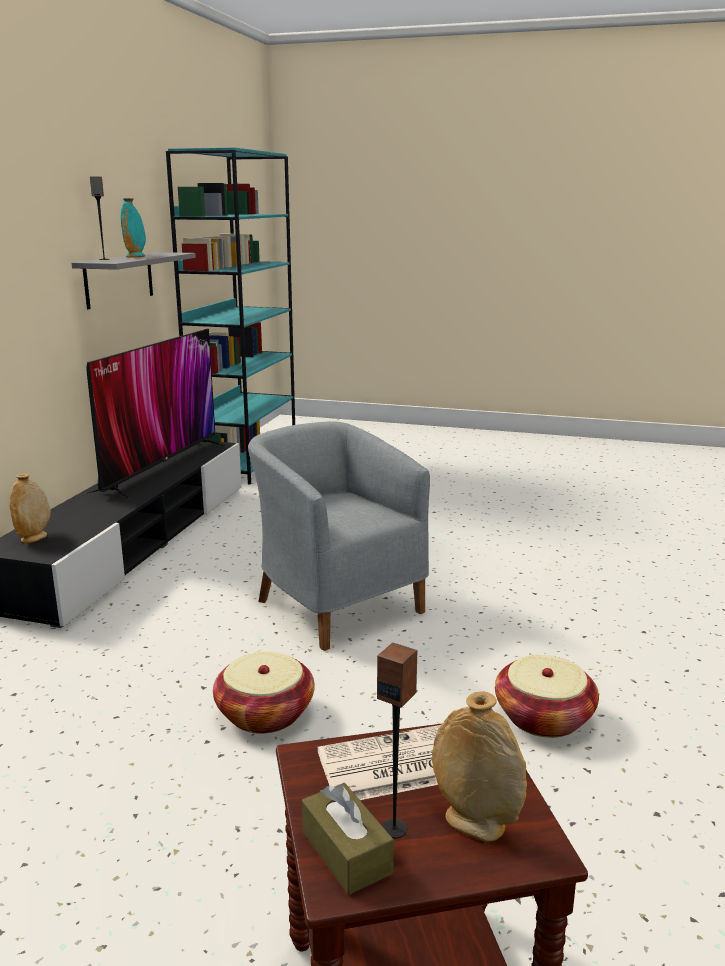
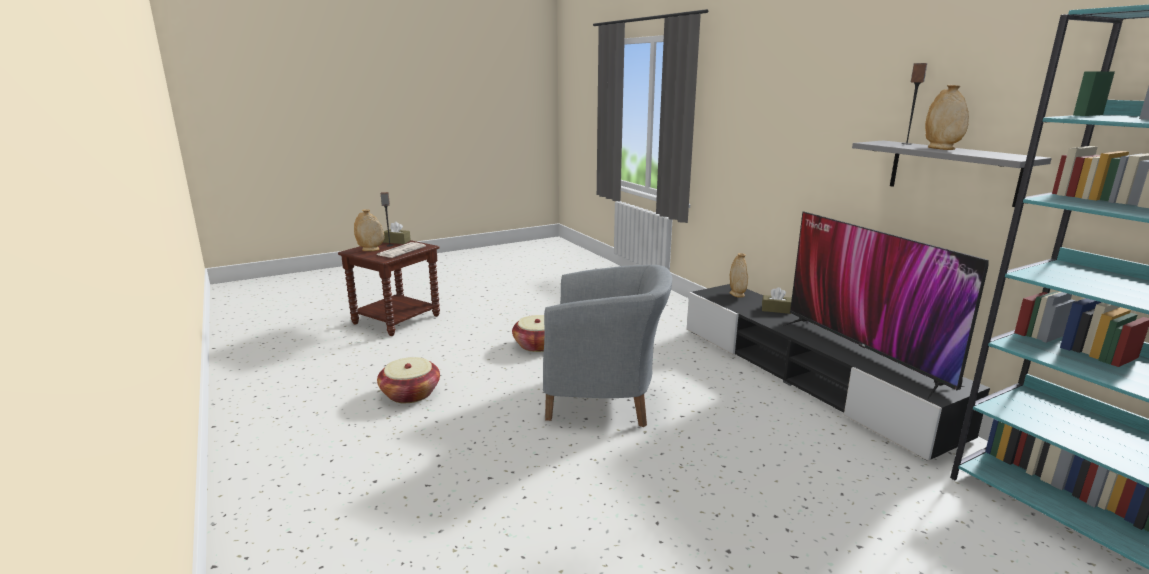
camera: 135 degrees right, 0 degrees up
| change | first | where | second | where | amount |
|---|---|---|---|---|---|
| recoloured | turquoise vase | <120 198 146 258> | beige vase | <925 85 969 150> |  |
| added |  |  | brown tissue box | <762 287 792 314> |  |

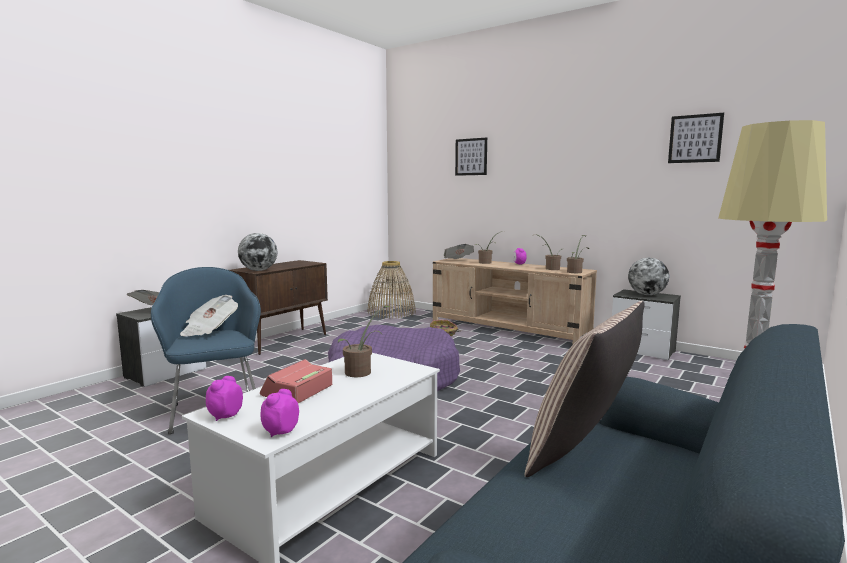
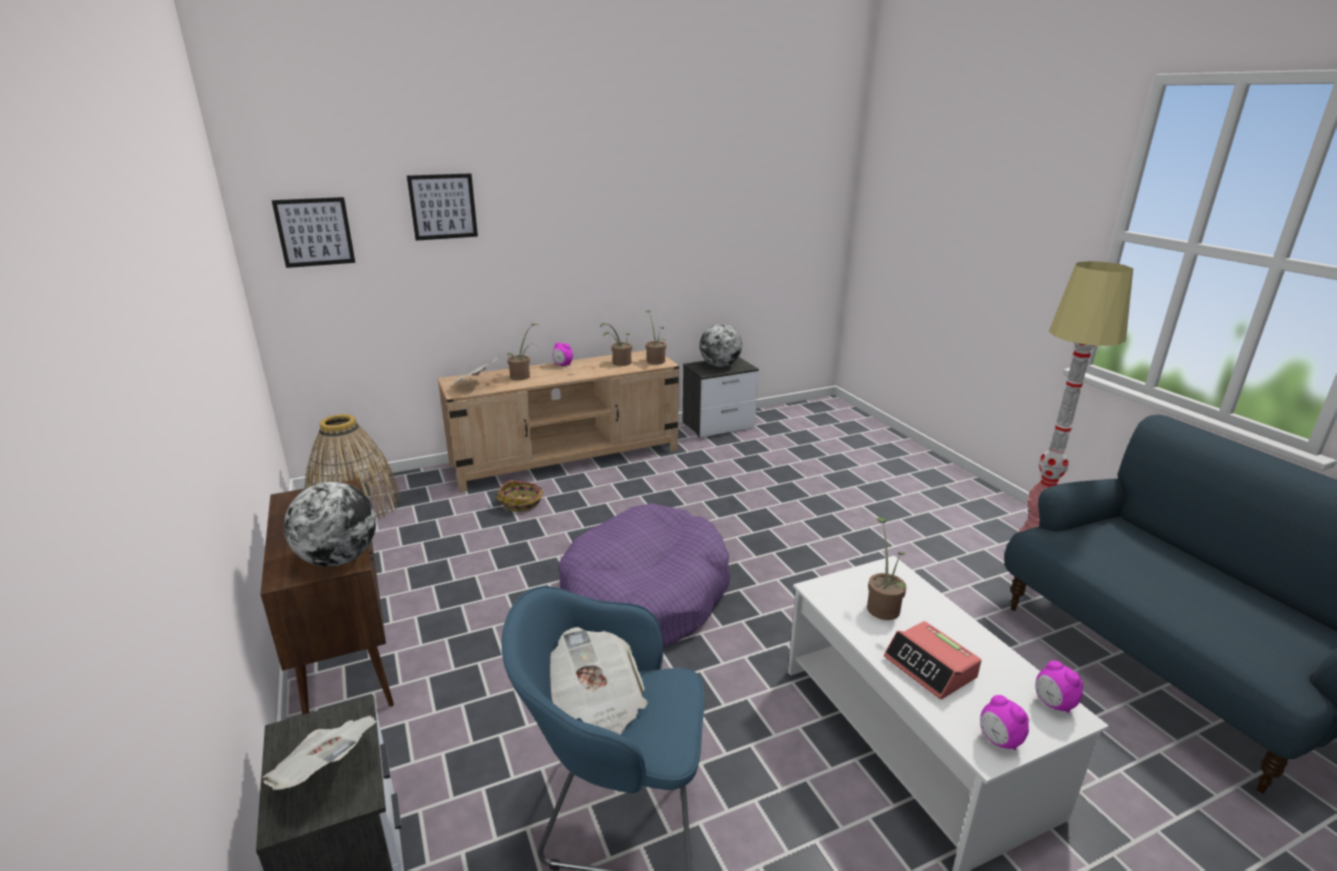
camera: 60 degrees left, 15 degrees up
| change | first | where | second | where | amount |
|---|---|---|---|---|---|
| removed | pillow | <525 301 645 477> |  |  |  |
| moved | picture | <668 113 724 163> |  | <272 197 355 268> |  |

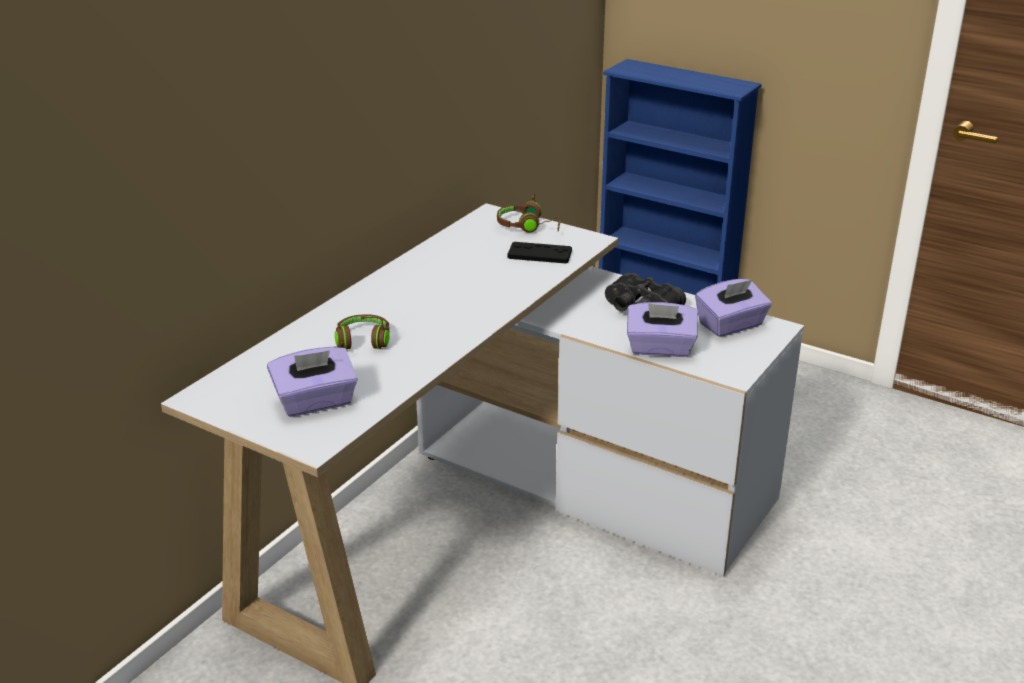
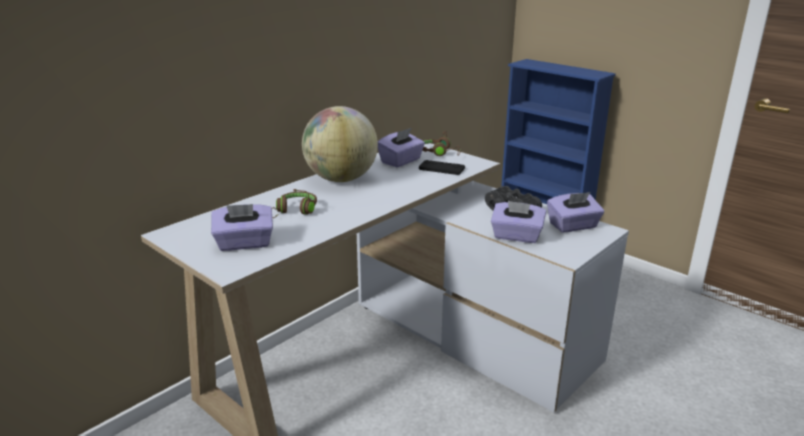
camera: 10 degrees right, 5 degrees down
| change | first | where | second | where | amount |
|---|---|---|---|---|---|
| added |  |  | globe | <302 106 378 182> |  |
| added |  |  | purple tissue box | <378 128 425 167> |  |

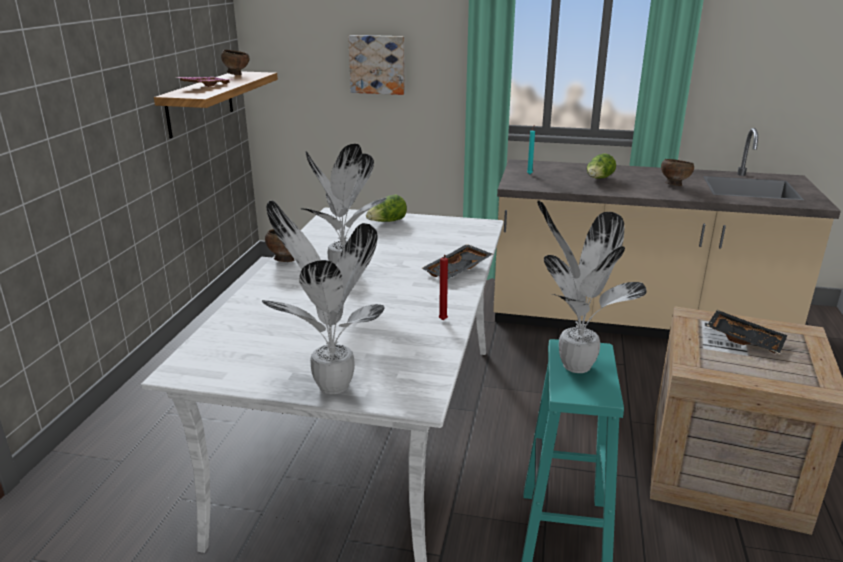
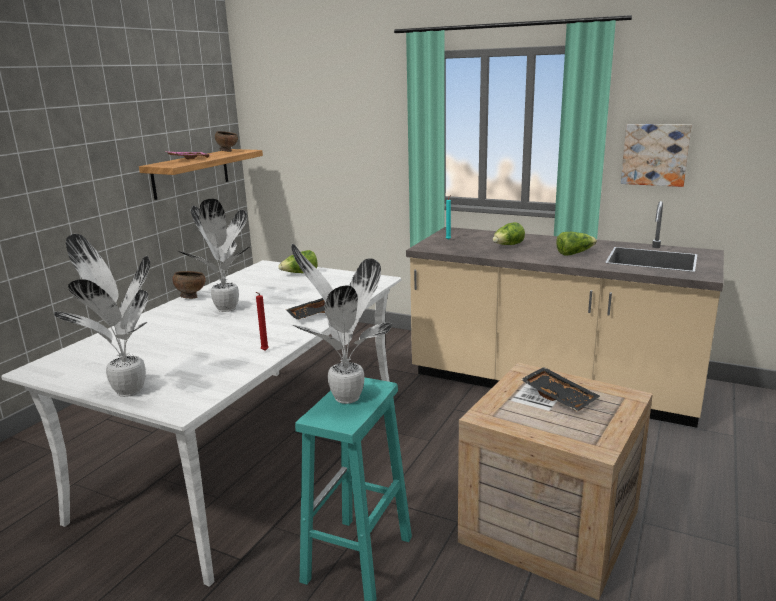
camera: 15 degrees right, 5 degrees down
| change | first | where | second | where | amount |
|---|---|---|---|---|---|
| moved | picture | <348 35 405 95> |  | <621 124 692 187> |  |
| replaced | brown bowl | <661 159 694 186> | lettuce | <556 232 597 255> |  |

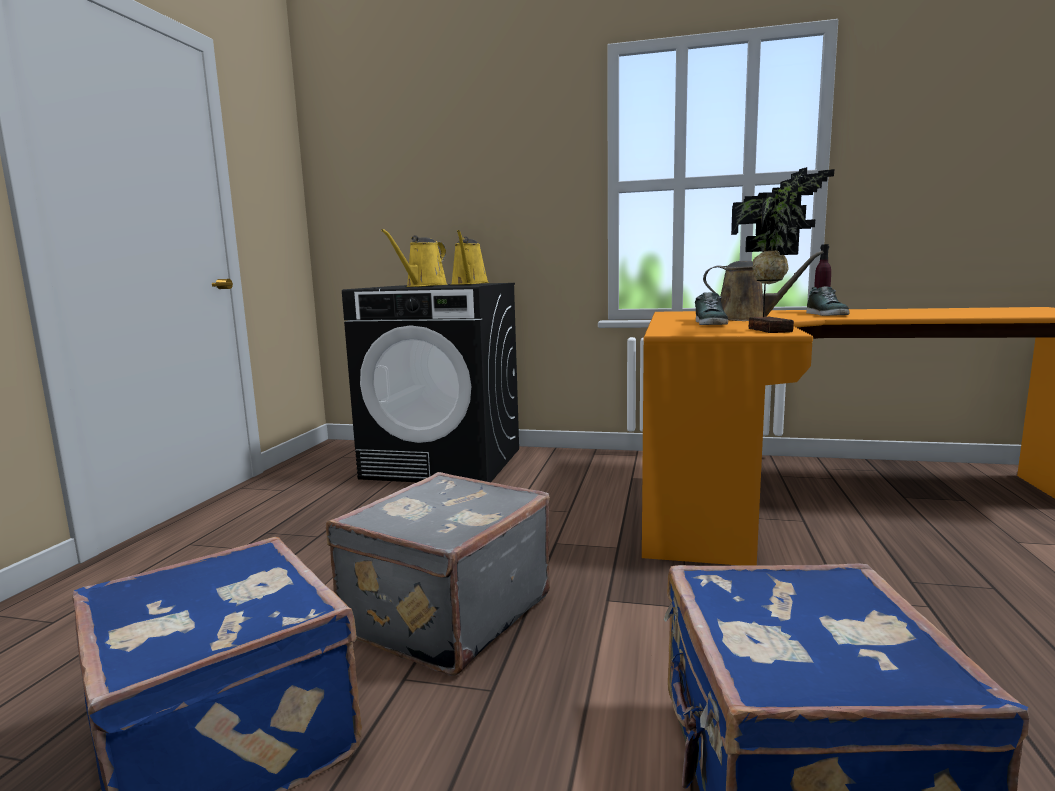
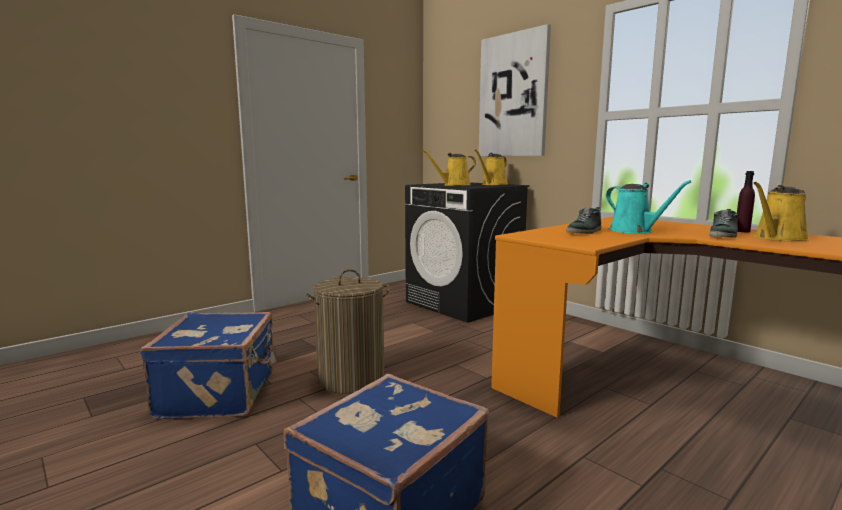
camera: 35 degrees right, 0 degrees up
| change | first | where | second | where | amount |
|---|---|---|---|---|---|
| replaced | grey suitcase | <326 472 550 676> | laundry basket | <305 269 390 394> |  |
| recoloured | brown watering can | <703 251 824 321> | turquoise watering can | <606 180 691 234> |  |
| removed | potted plant | <731 167 834 333> |  |  |  |
| added |  |  | picture | <479 24 551 156> |  |
| added |  |  | yellow watering can | <753 182 809 241> |  |

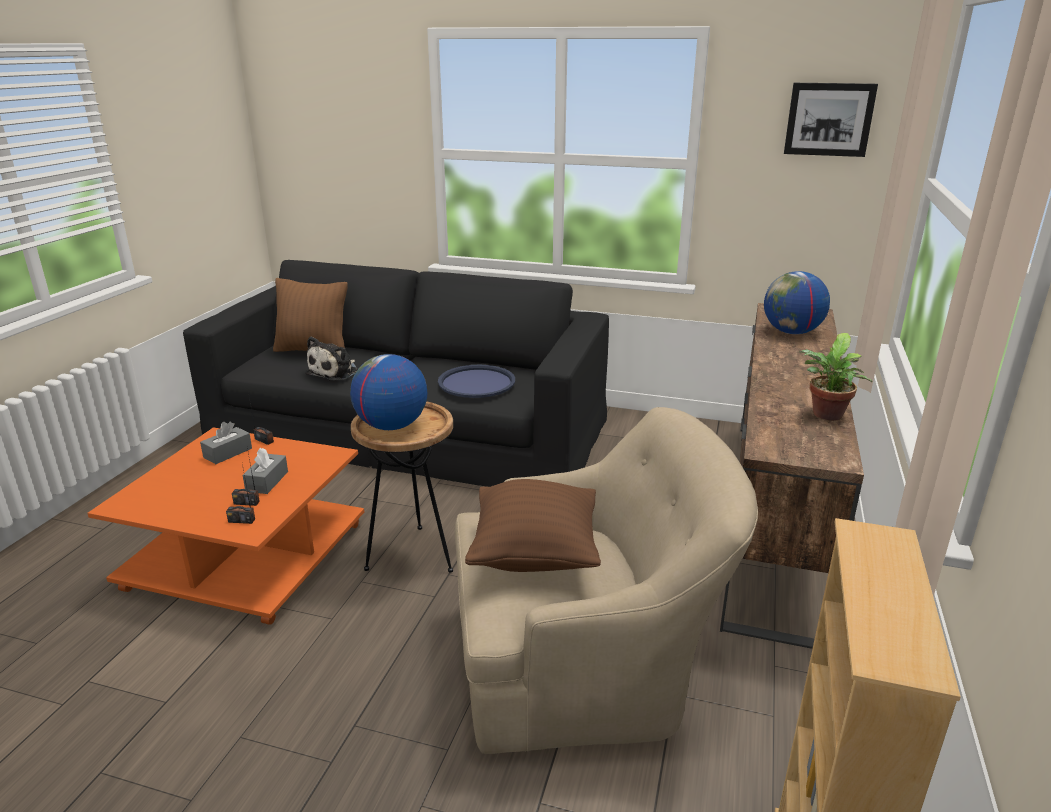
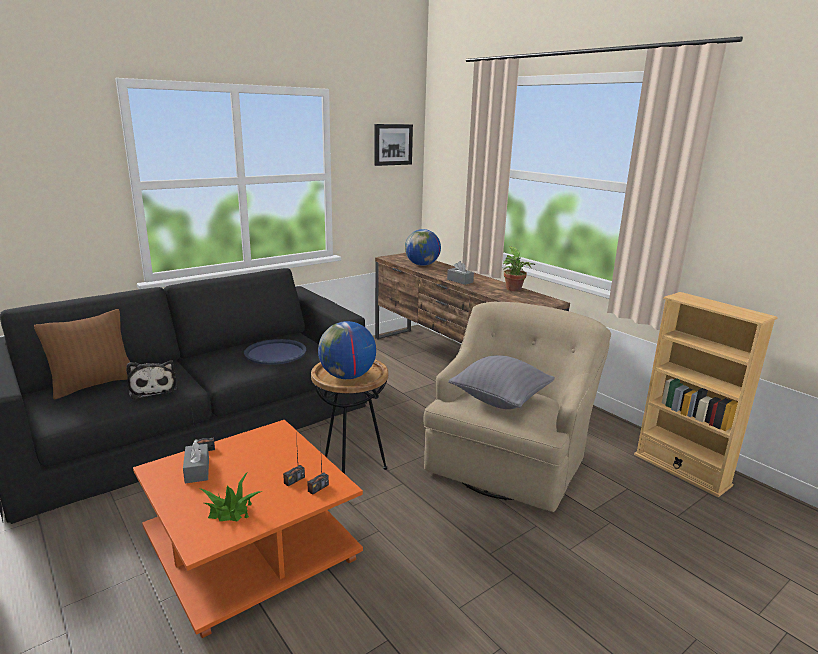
camera: 55 degrees left, 5 degrees down
| change | first | where | second | where | amount |
|---|---|---|---|---|---|
| moved | grey tissue box | <243 447 288 494> |  | <447 261 474 285> |  |
| recoloured | brown pillow | <465 479 601 572> | grey pillow | <448 355 555 409> |  |
| added |  |  | potted plant | <201 472 262 522> |  |

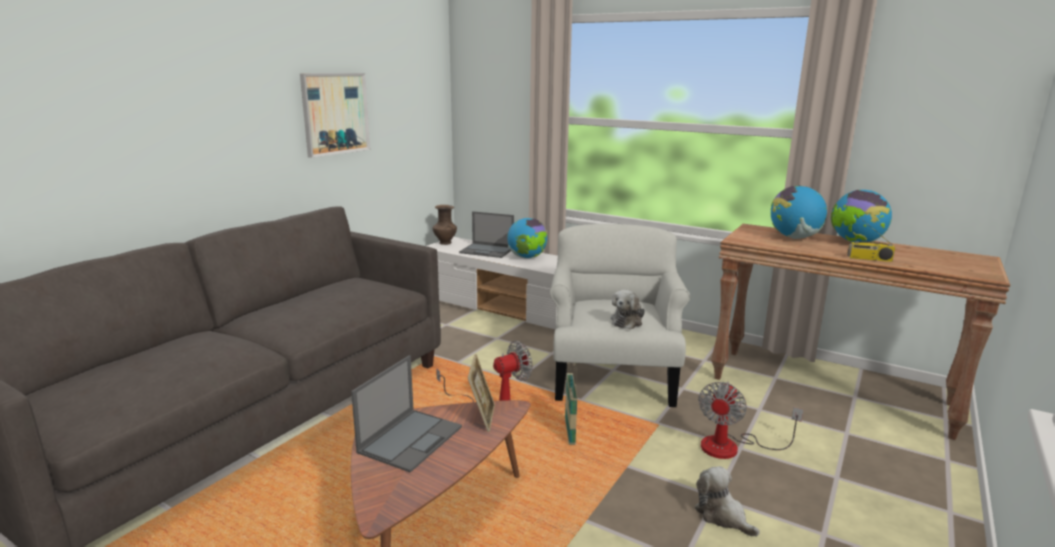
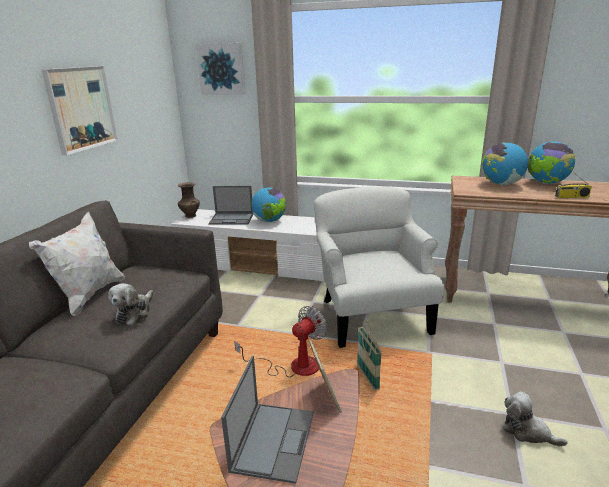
camera: 15 degrees left, 5 degrees up
| change | first | where | second | where | amount |
|---|---|---|---|---|---|
| moved | plush toy | <611 290 645 330> |  | <108 283 153 325> |  |
| removed | fan | <698 382 803 459> |  |  |  |
| added |  |  | white pillow | <29 212 125 316> |  |
| added |  |  | picture | <195 43 245 95> |  |

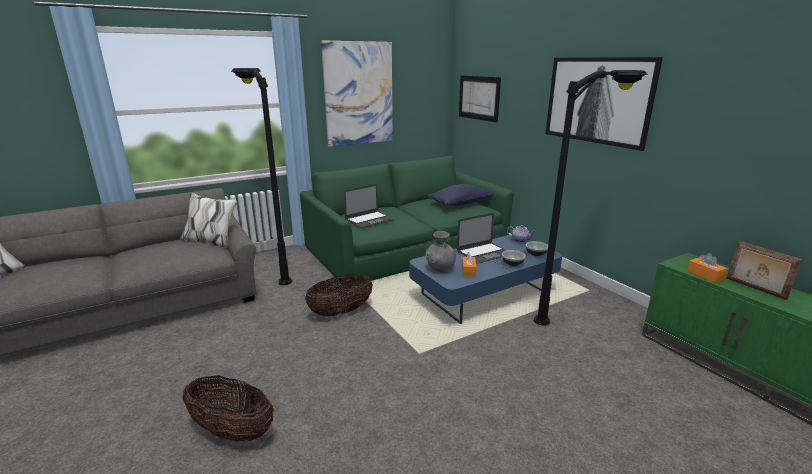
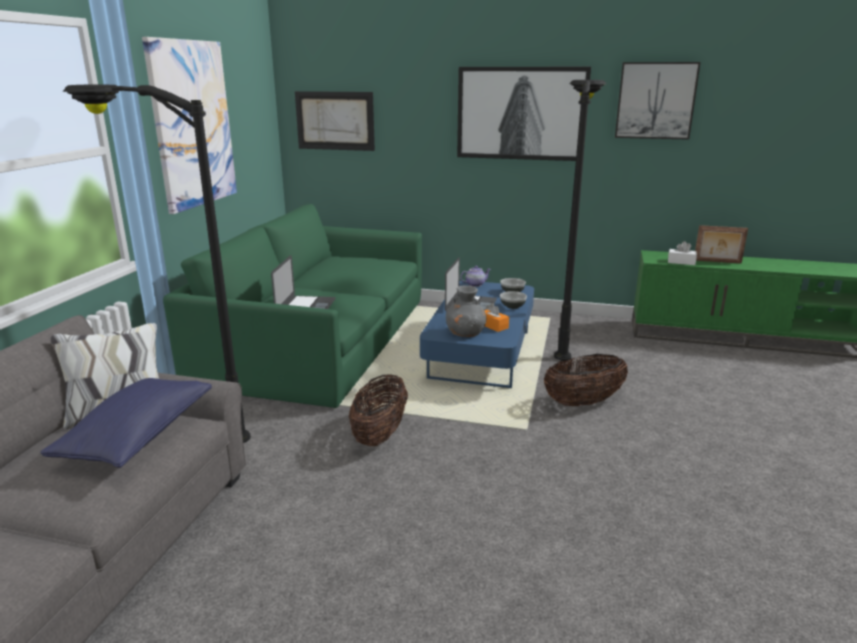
camera: 45 degrees left, 0 degrees up
| change | first | where | second | where | amount |
|---|---|---|---|---|---|
| moved | basket | <183 375 274 442> |  | <544 354 628 406> |  |
| moved | blue pillow | <427 184 493 206> |  | <40 378 212 468> |  |
| recoloured | orange tissue box | <687 253 728 283> | white tissue box | <668 241 697 265> |  |
| added |  |  | picture | <615 62 701 140> |  |

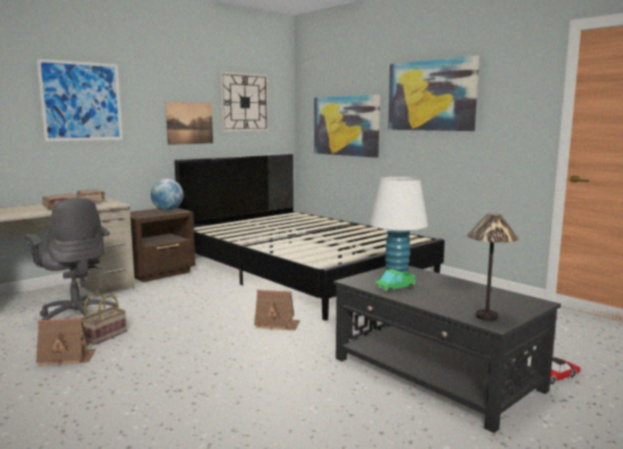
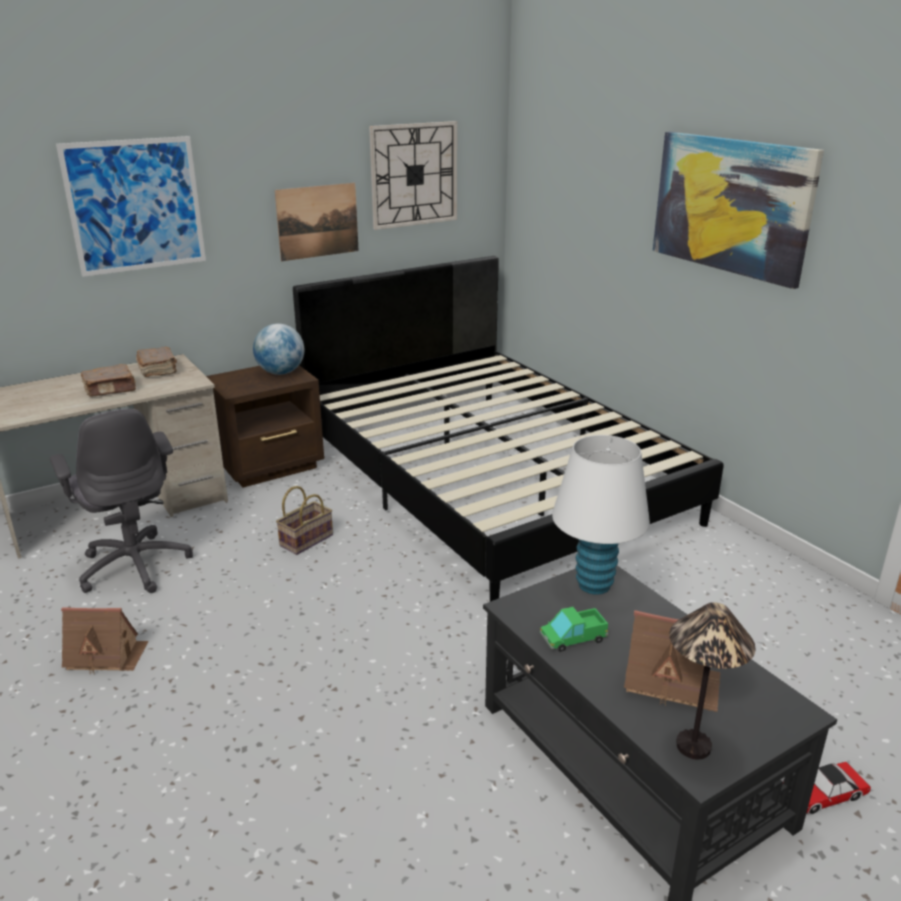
camera: 10 degrees right, 15 degrees up
| change | first | where | second | where | amount |
|---|---|---|---|---|---|
| moved | basket | <82 292 127 345> |  | <276 486 333 555> |  |
| moved | toy house | <254 290 300 331> |  | <624 610 720 712> |  |
| removed | picture | <314 95 380 158> |  |  |  |

